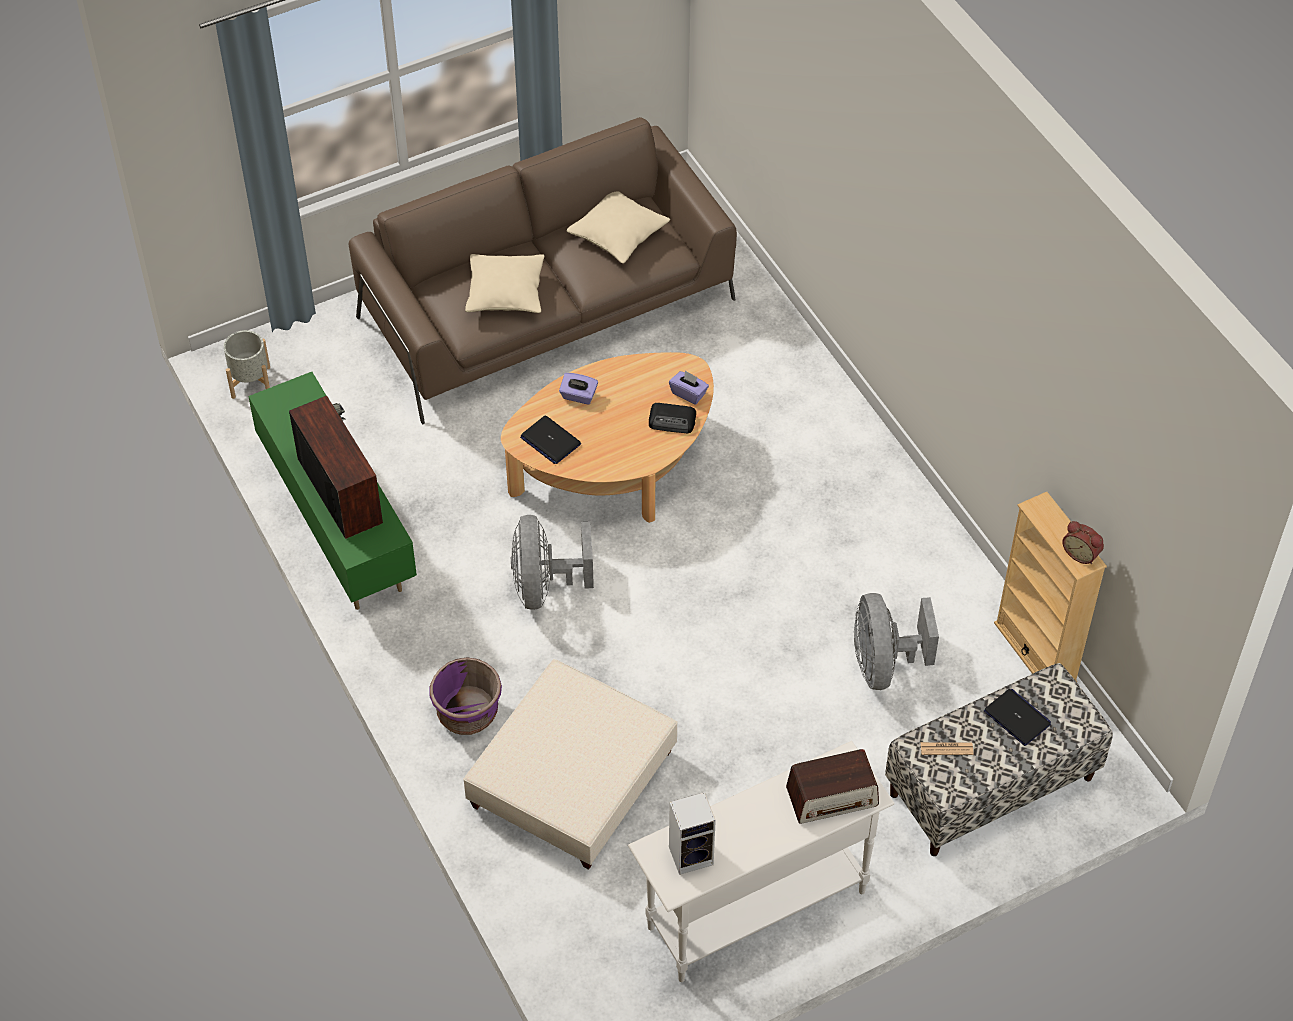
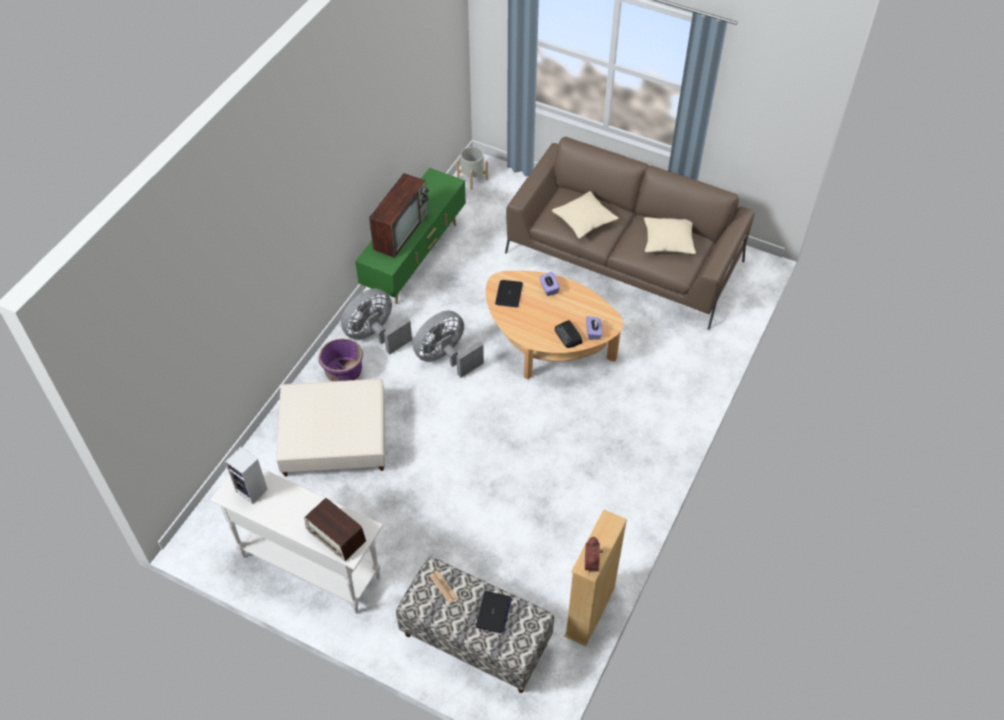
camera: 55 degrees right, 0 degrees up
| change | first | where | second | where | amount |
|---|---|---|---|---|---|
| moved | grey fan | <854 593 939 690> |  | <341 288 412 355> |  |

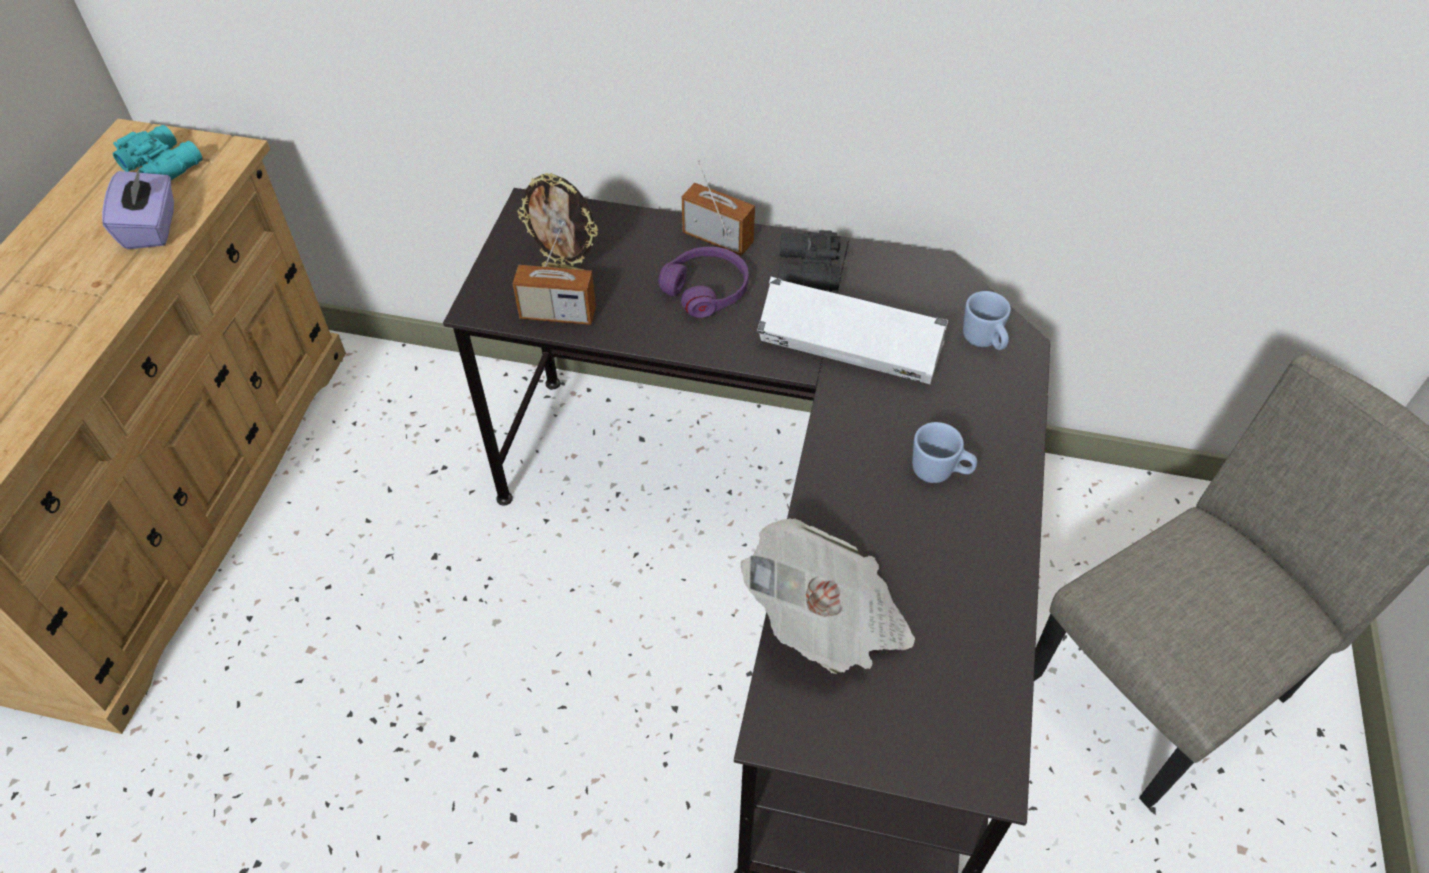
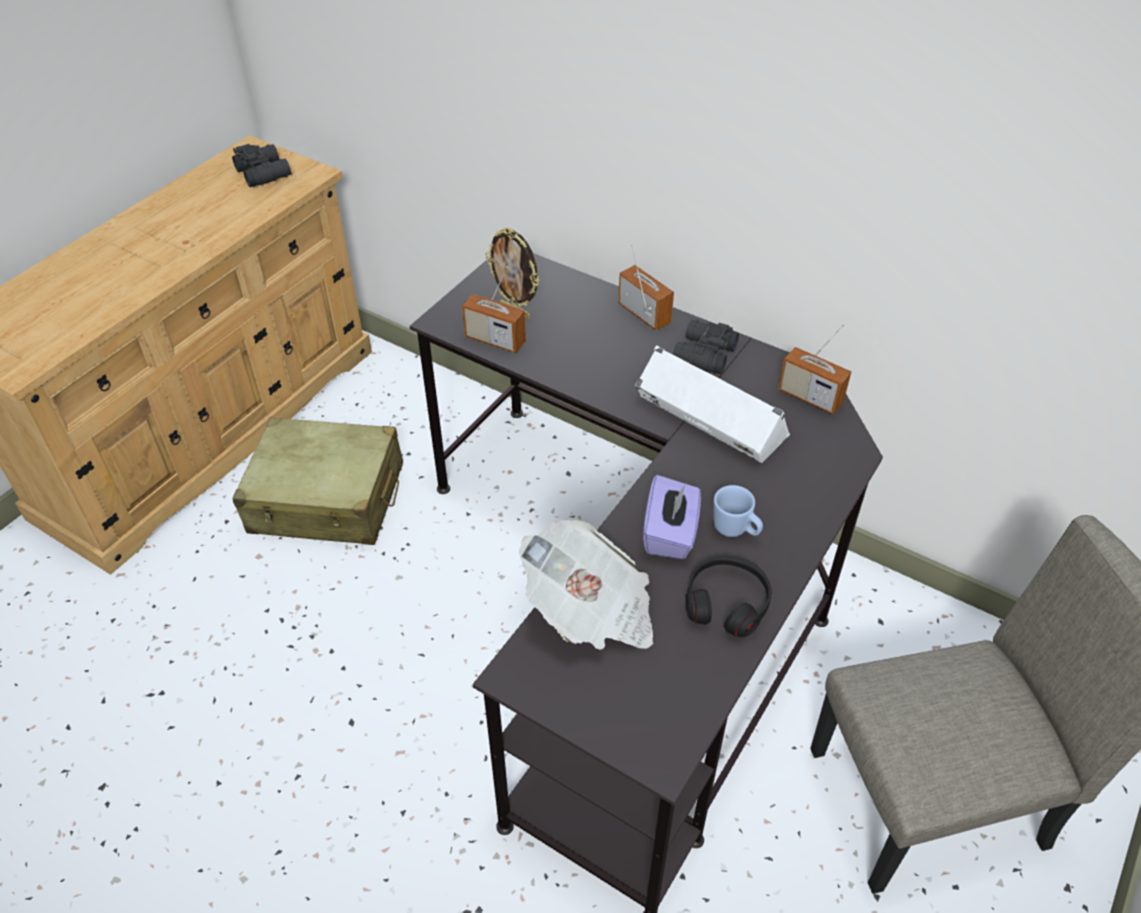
camera: 20 degrees right, 5 degrees down
| change | first | where | second | where | amount |
|---|---|---|---|---|---|
| moved | purple tissue box | <102 166 174 249> |  | <643 475 701 559> |  |
| recoloured | turquoise binoculars | <113 125 203 180> | black binoculars | <232 144 291 187> |  |
| removed | purple headphones | <658 247 749 318> |  |  |  |
| removed | blue mug | <963 291 1011 350> |  |  |  |
| added |  |  | beige suitcase | <232 418 403 545> |  |
| added |  |  | black headphones | <685 555 772 637> |  |
| added |  |  | radio | <778 324 851 414> |  |

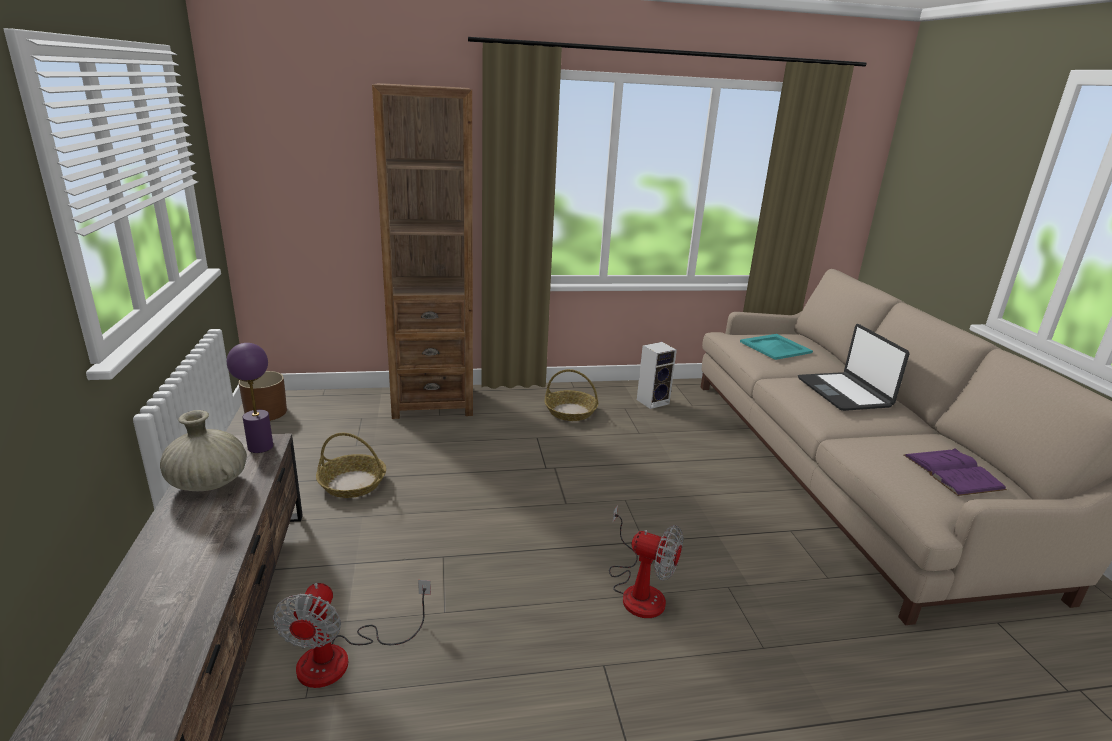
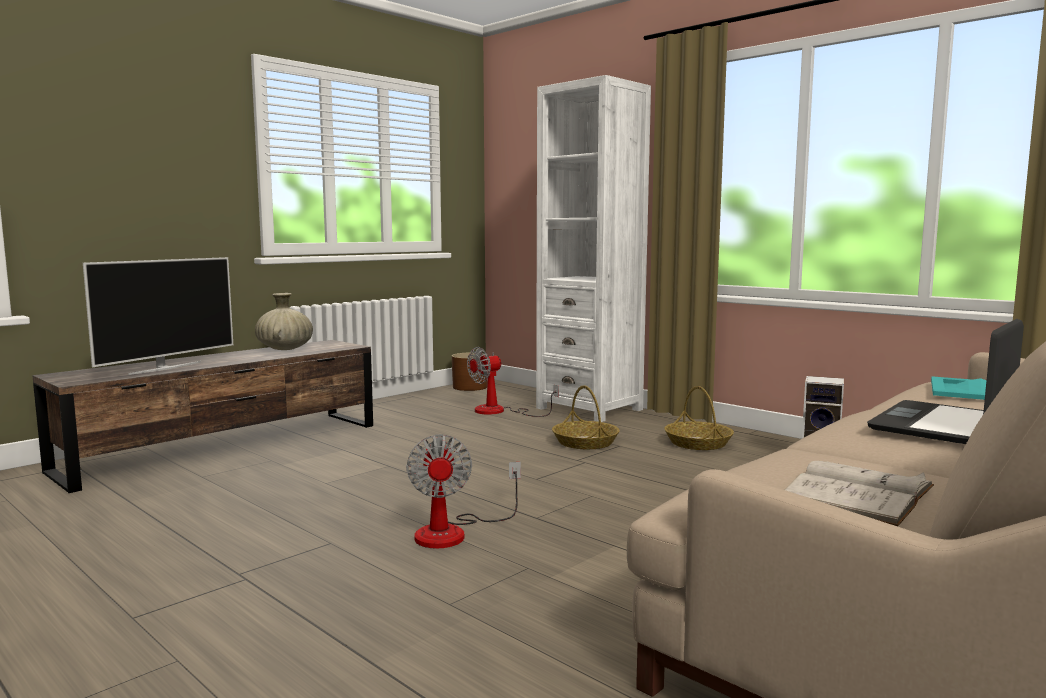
camera: 55 degrees right, 15 degrees down
| change | first | where | second | where | amount |
|---|---|---|---|---|---|
| removed | purple table lamp | <227 343 273 453> |  |  |  |
| moved | fan | <273 580 431 688> |  | <467 347 559 417> |  |
| moved | basket | <316 433 386 498> |  | <552 385 620 449> |  |
| recoloured | brown bookcase | <372 83 473 419> | white bookcase | <536 75 651 422> |  |
| recoloured | purple book | <904 448 1007 496> | white book | <785 461 934 526> |  |
| added |  |  | television | <83 257 233 375> |  |

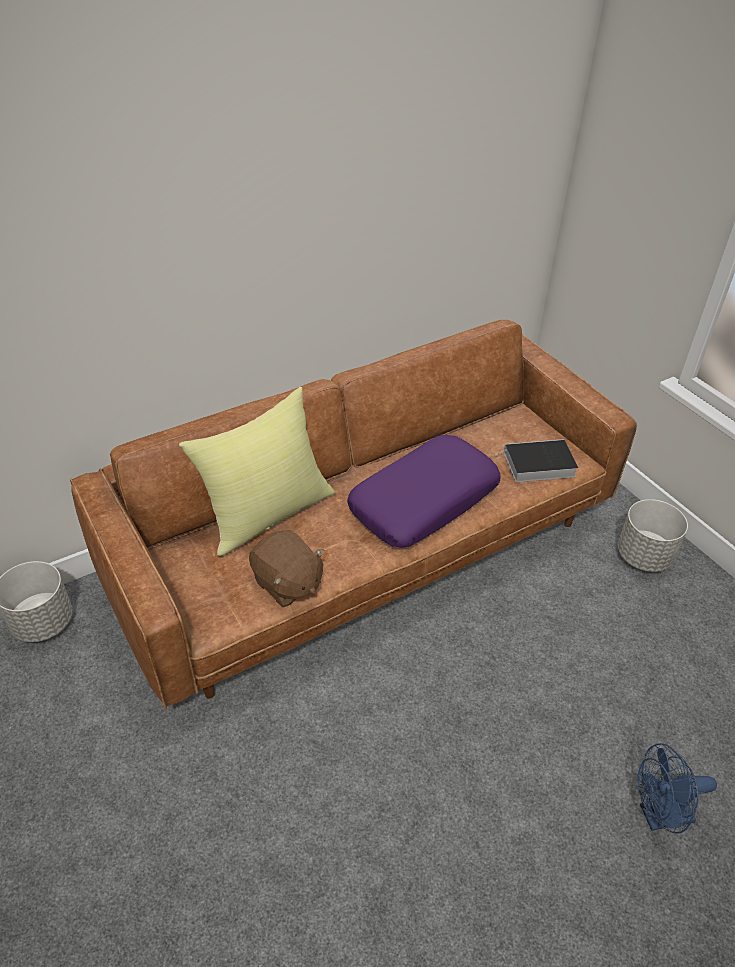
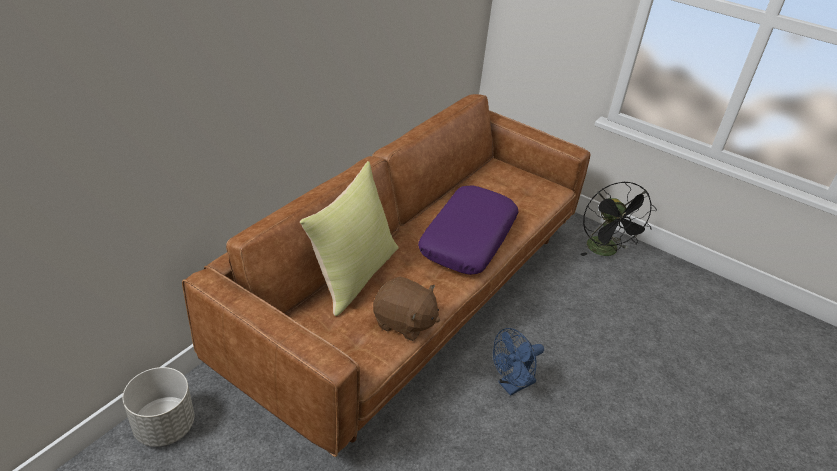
camera: 25 degrees left, 5 degrees down
| change | first | where | second | where | amount |
|---|---|---|---|---|---|
| removed | book | <494 439 578 482> |  |  |  |
| replaced | grey planter | <618 499 688 572> | black fan | <581 181 657 256> |  |
| moved | blue fan | <638 743 717 834> |  | <493 328 544 396> |  |

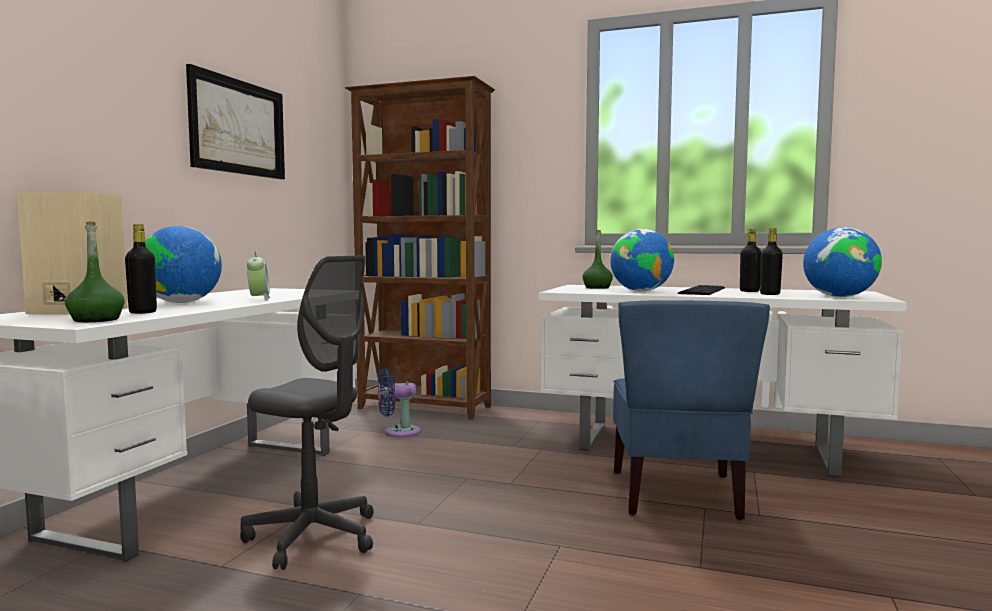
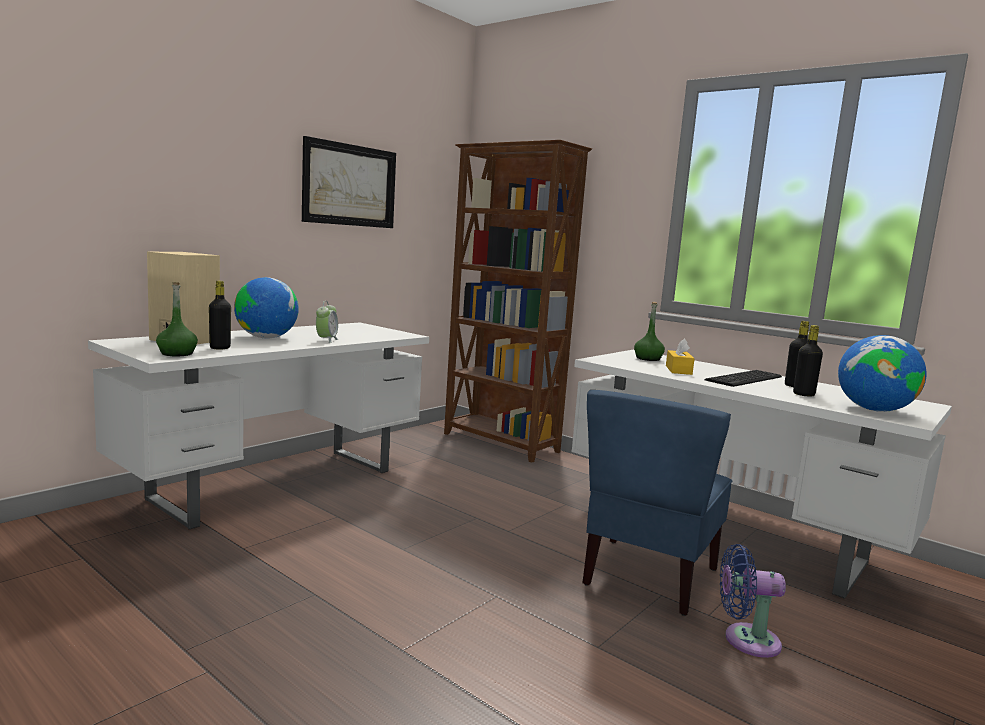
camera: 20 degrees right, 5 degrees up
| change | first | where | second | where | amount |
|---|---|---|---|---|---|
| removed | grey office chair | <240 255 374 570> |  |  |  |
| moved | blue fan | <378 368 421 437> |  | <720 544 786 658> |  |
| replaced | globe | <610 229 674 291> | yellow tissue box | <666 339 695 375> |  |

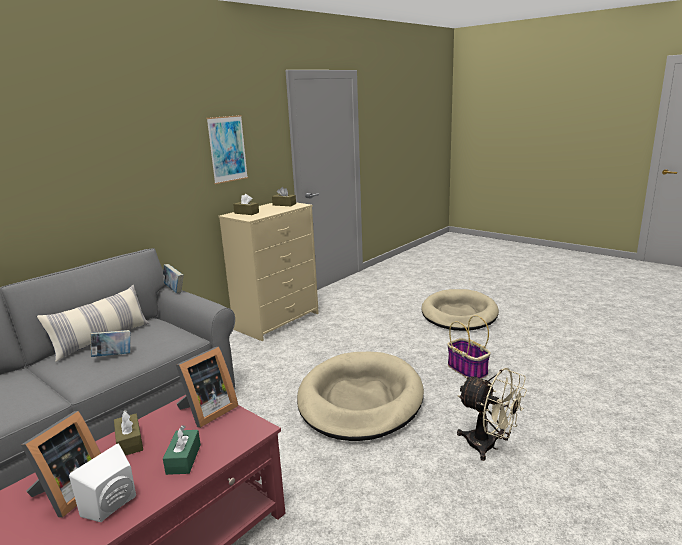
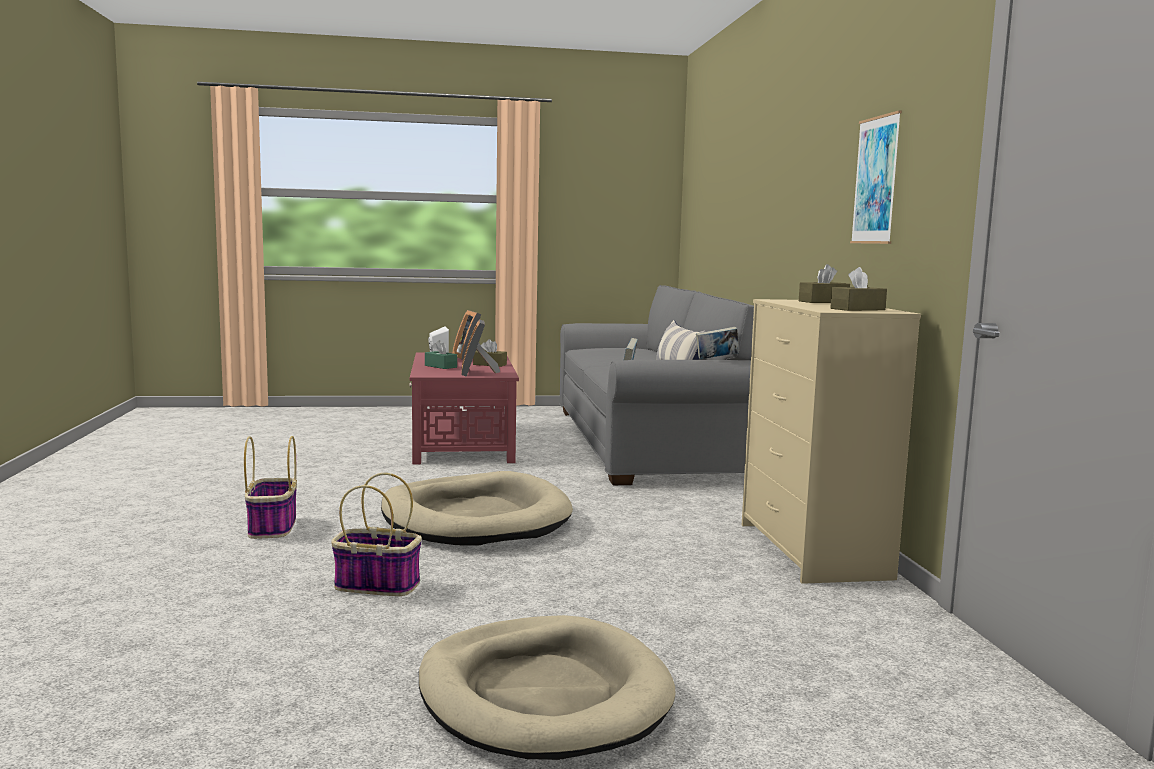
camera: 130 degrees right, 10 degrees down
| change | first | where | second | where | amount |
|---|---|---|---|---|---|
| replaced | beige fan | <457 368 527 461> | basket | <244 436 297 539> |  |

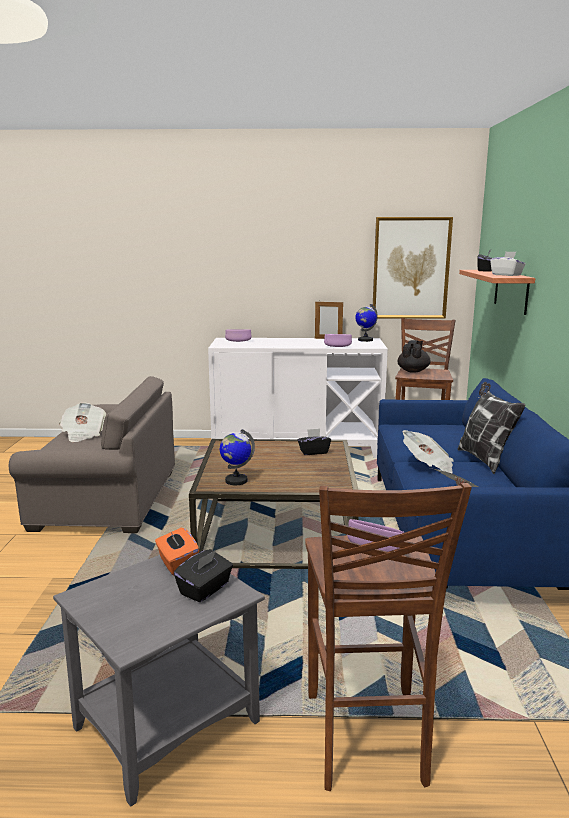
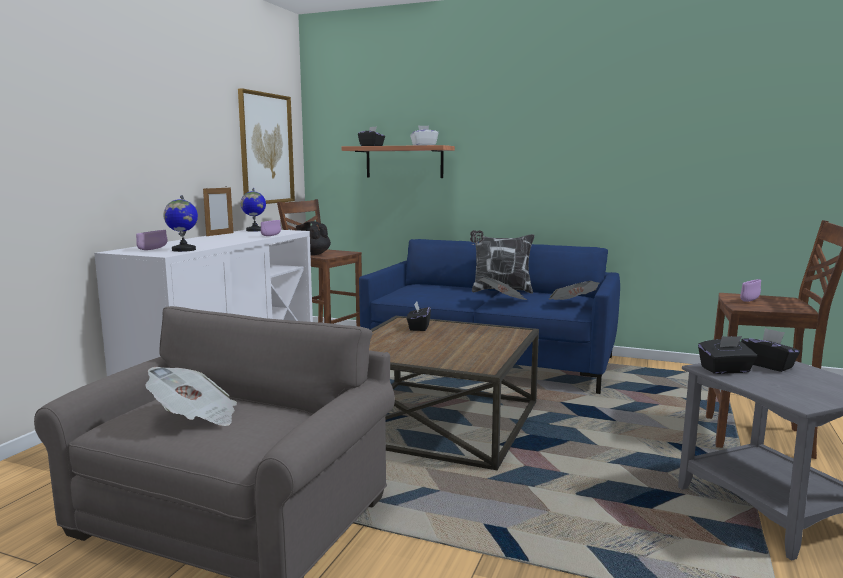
camera: 70 degrees left, 5 degrees down
| change | first | where | second | where | amount |
|---|---|---|---|---|---|
| recoloured | orange tissue box | <155 528 199 575> | black tissue box | <698 336 757 374> |  |
| moved | globe | <220 429 255 485> |  | <163 195 198 252> |  |

